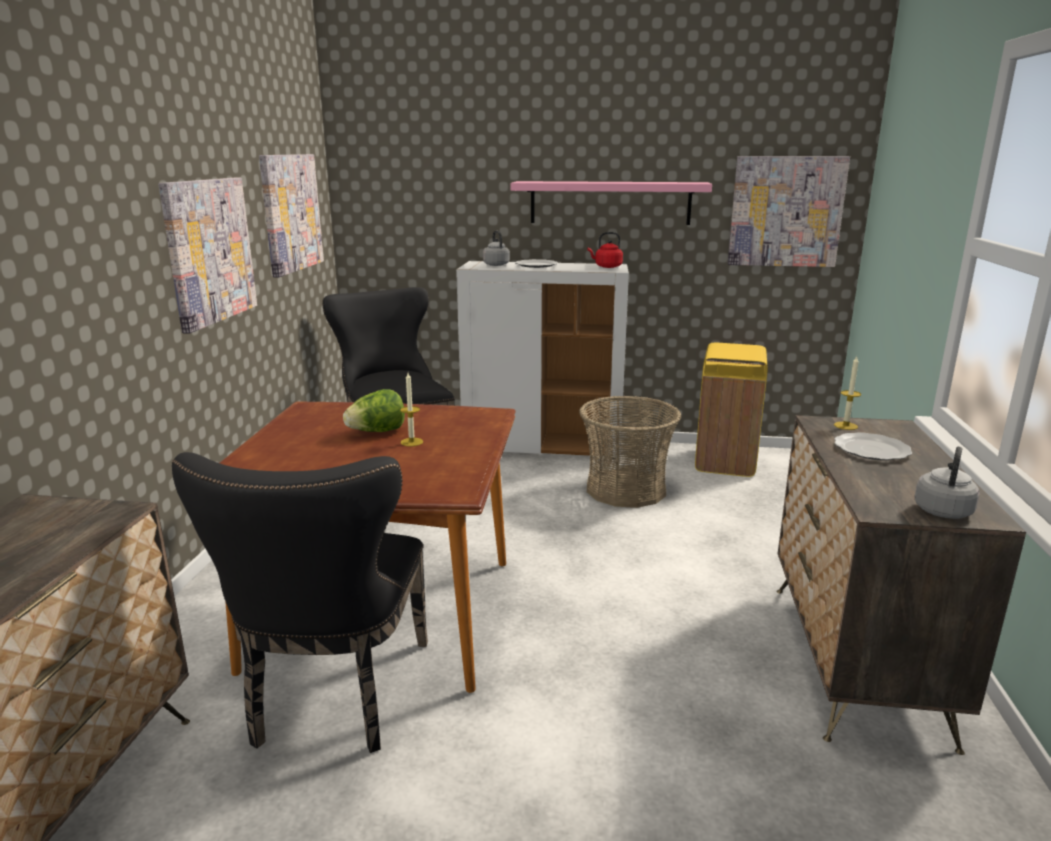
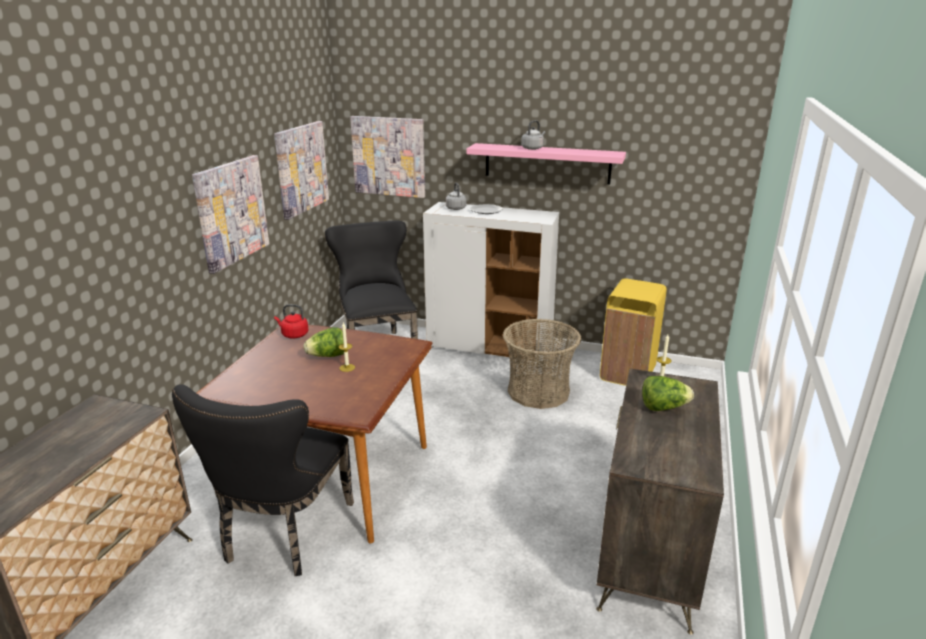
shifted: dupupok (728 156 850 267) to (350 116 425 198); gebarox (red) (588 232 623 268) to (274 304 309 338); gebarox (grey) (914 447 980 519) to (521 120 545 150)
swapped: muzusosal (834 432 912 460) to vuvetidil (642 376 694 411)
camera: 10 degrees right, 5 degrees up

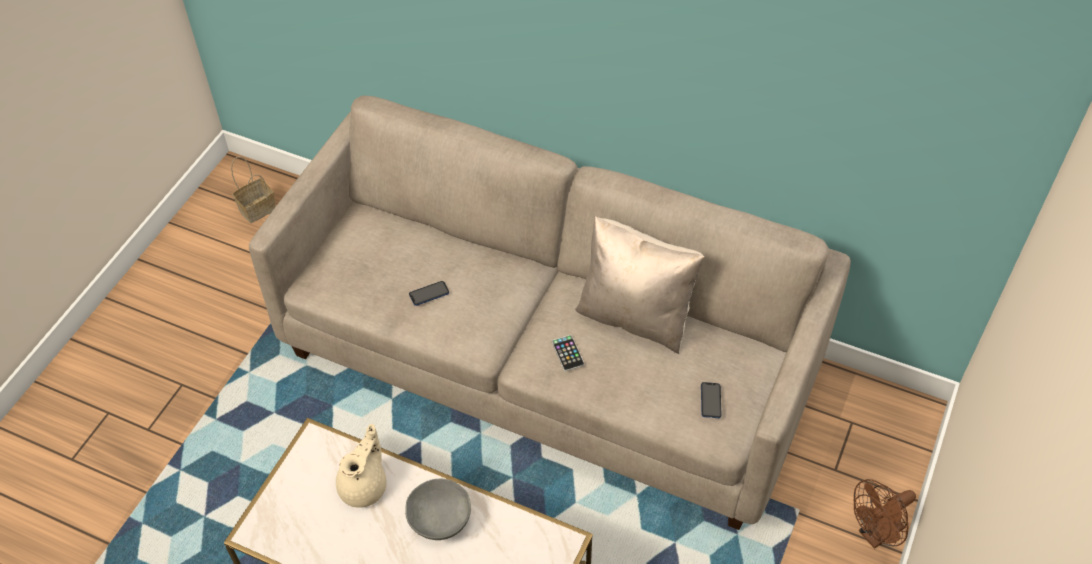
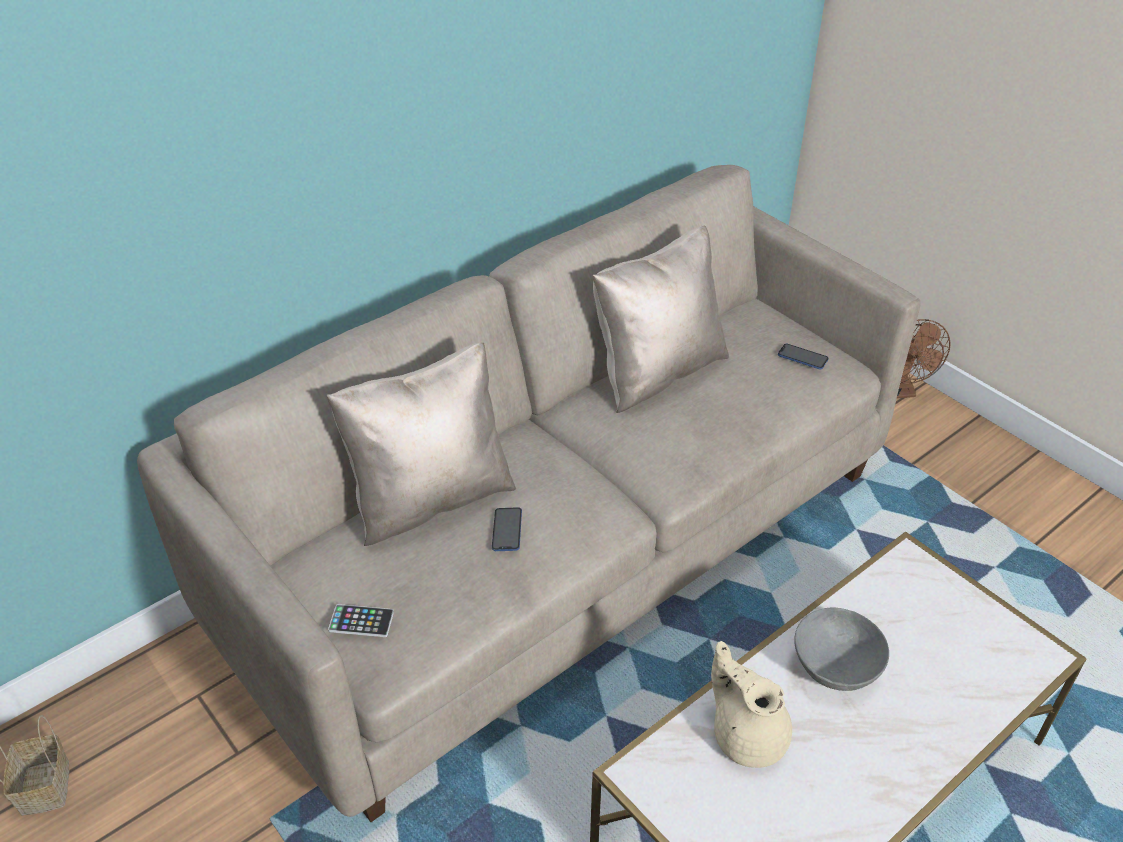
new: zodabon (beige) (327 342 516 546)
shifted: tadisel (552 335 585 372) to (328 604 394 637)
camera: 65 degrees left, 10 degrees down

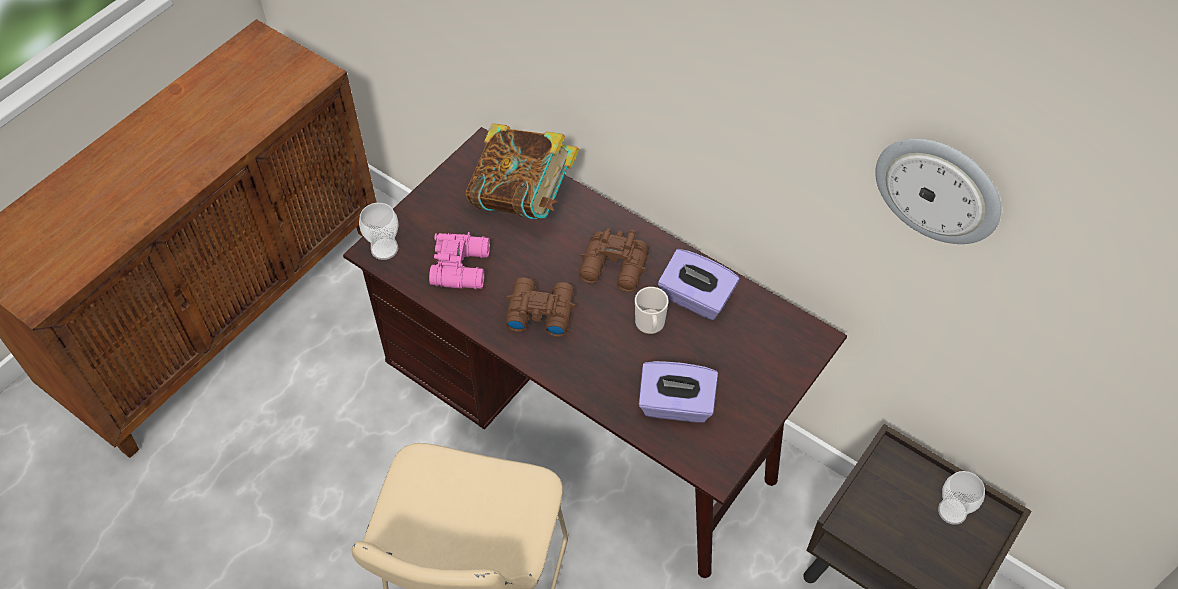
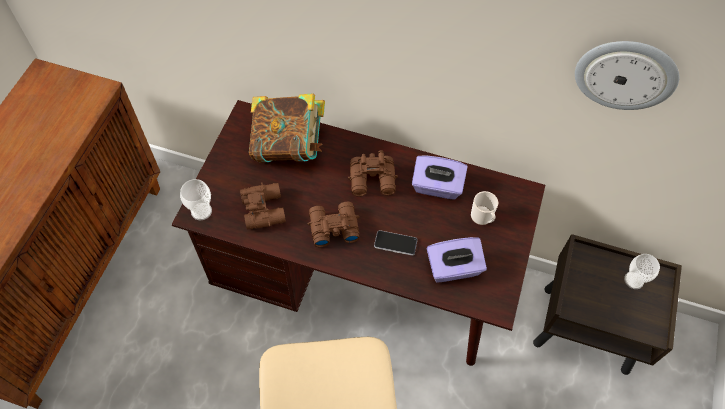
new: tadisel (374 230 417 255)
shifted: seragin (635 287 668 334) to (471 191 498 225)
repainted: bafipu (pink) (429 232 490 289) to bafipu (brown) (240 182 286 229)
camera: 20 degrees left, 5 degrees up

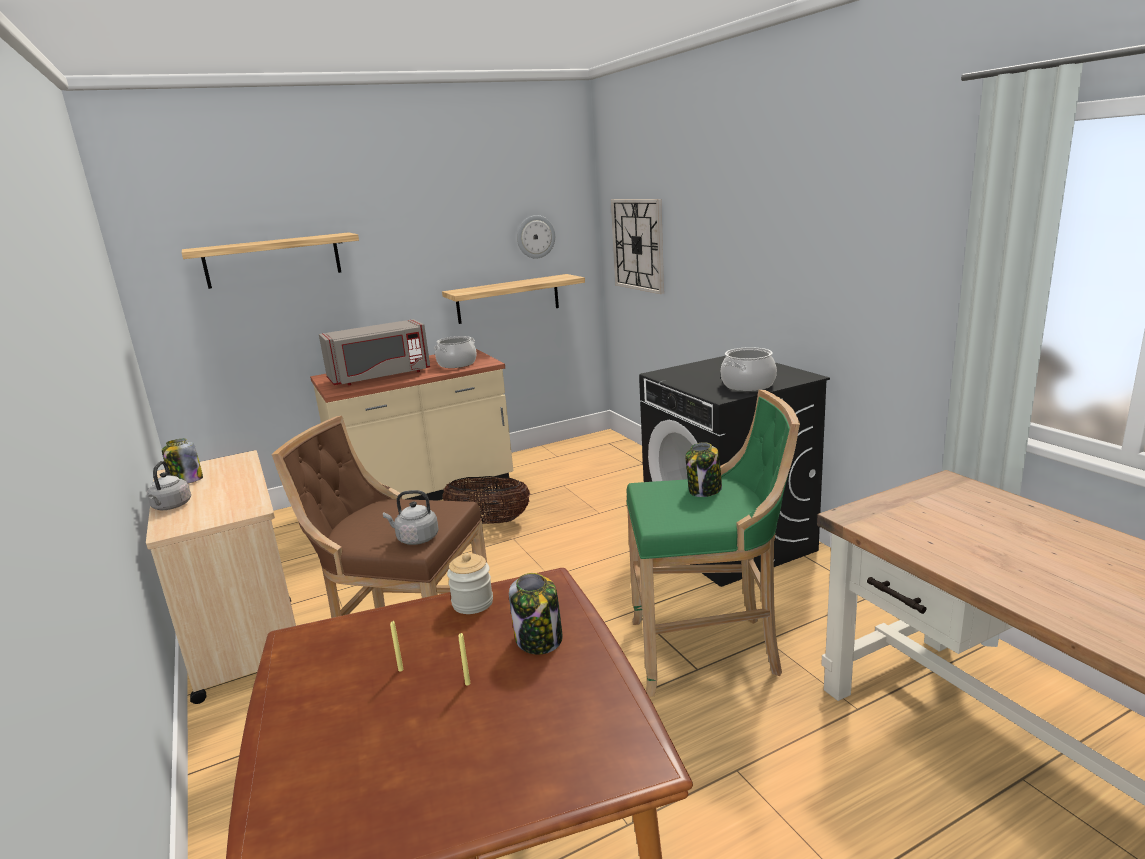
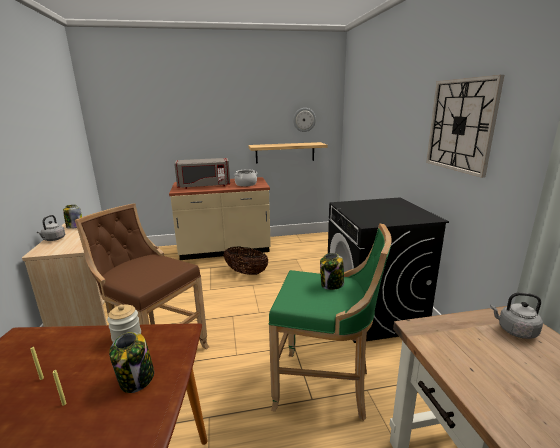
gone: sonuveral (182 232 359 289); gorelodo (721 347 777 391)
shifted: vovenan (611 199 664 294) to (426 75 504 178); gebarox (grey) (383 490 438 545) to (490 292 543 339)
camera: 15 degrees right, 0 degrees up

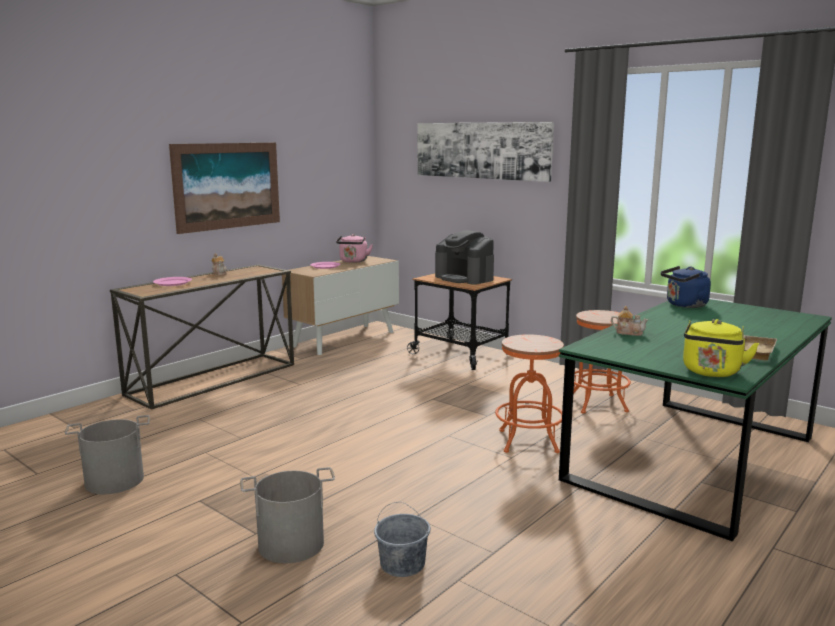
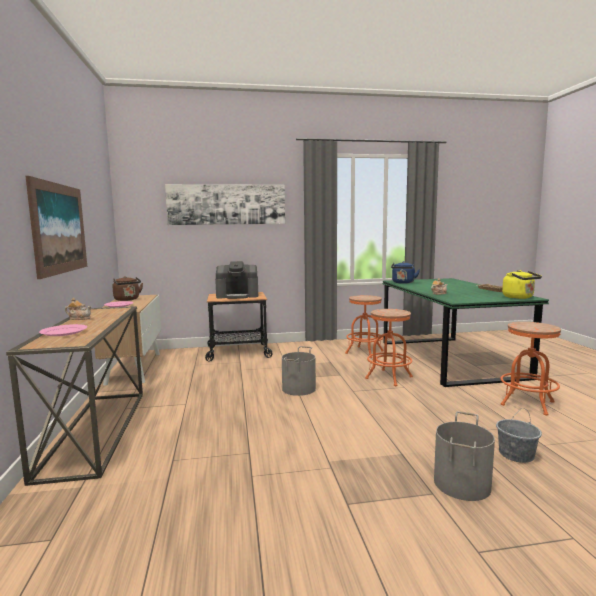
new: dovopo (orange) (500 322 561 416)
shifted: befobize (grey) (65 415 150 495) to (282 346 316 396)
repainted: gebarox (pink) (336 234 373 263) to gebarox (brown) (112 276 143 301)
camera: 50 degrees left, 5 degrees down

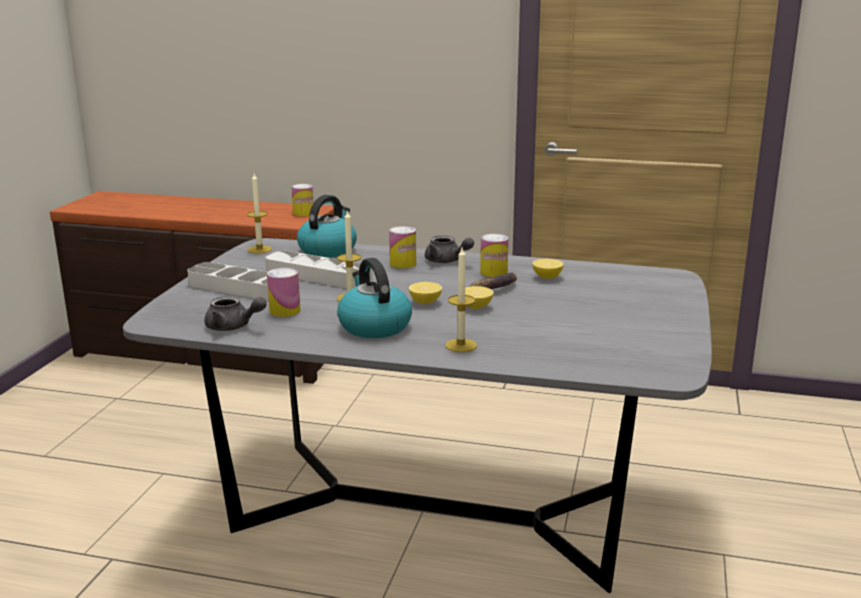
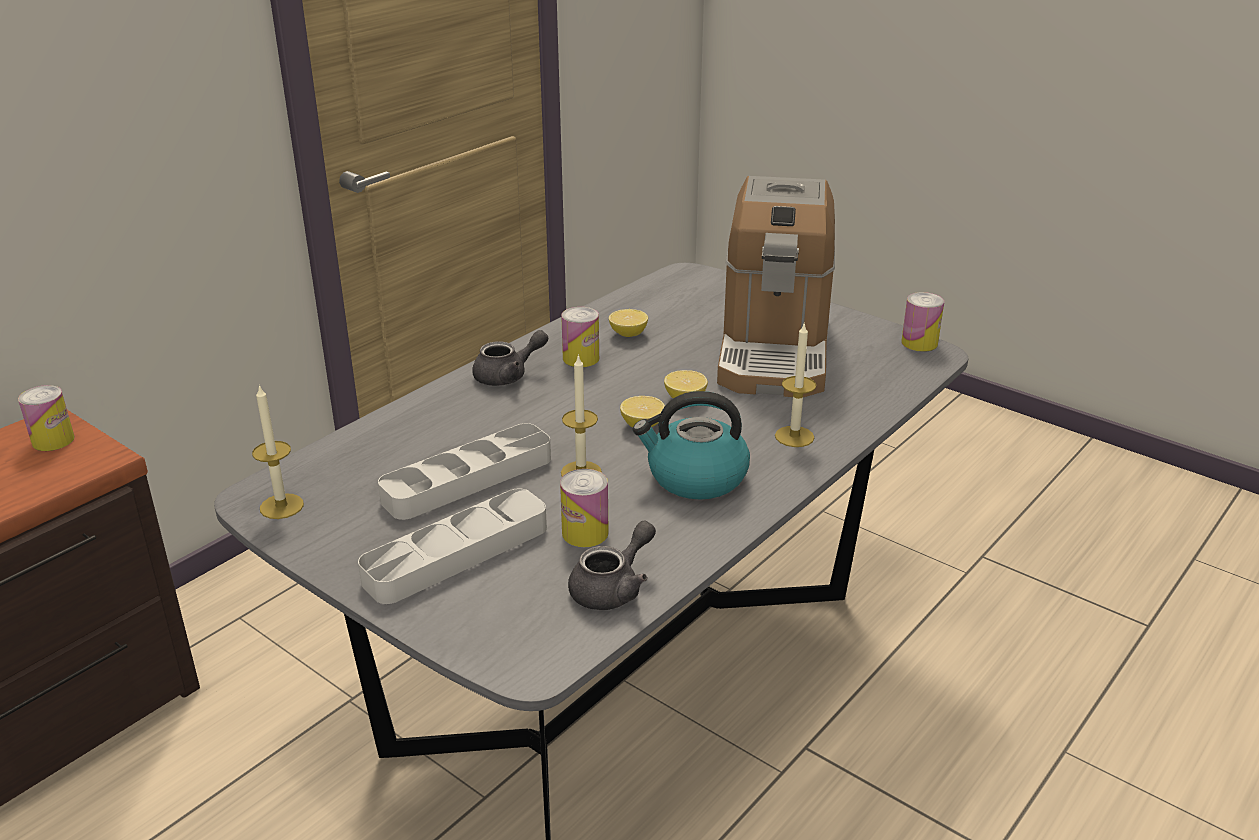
gone: gebarox (297 195 357 258); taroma (468 273 517 289)
new: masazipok (717 176 835 397)
shifted: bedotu (389 226 416 268) to (901 292 944 352)
camera: 65 degrees left, 10 degrees up

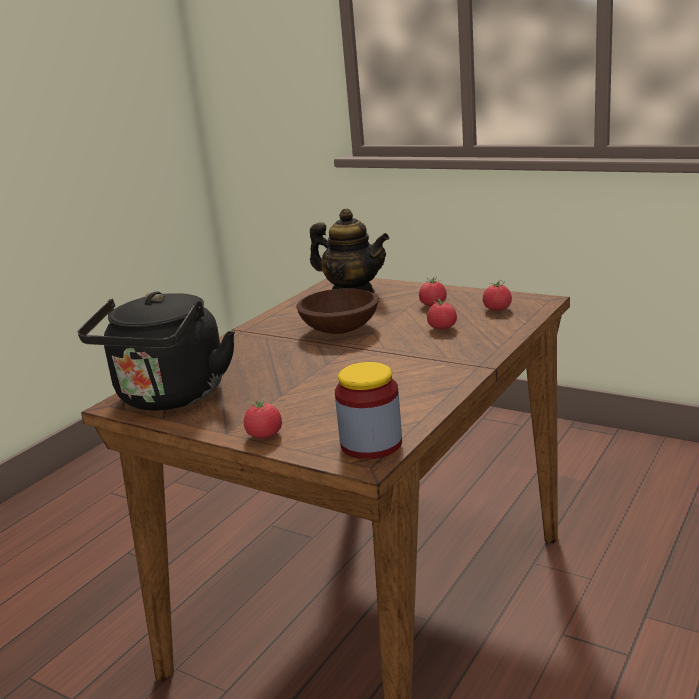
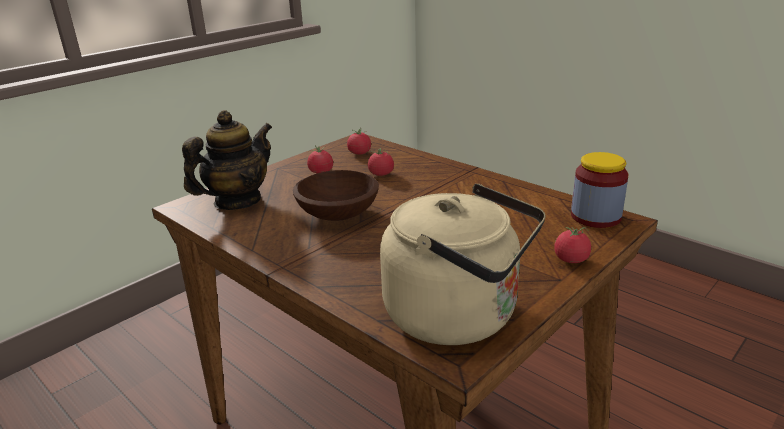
repainted: gebarox (black) (78 291 235 410) to gebarox (beige) (380 184 546 345)
camera: 80 degrees left, 5 degrees up

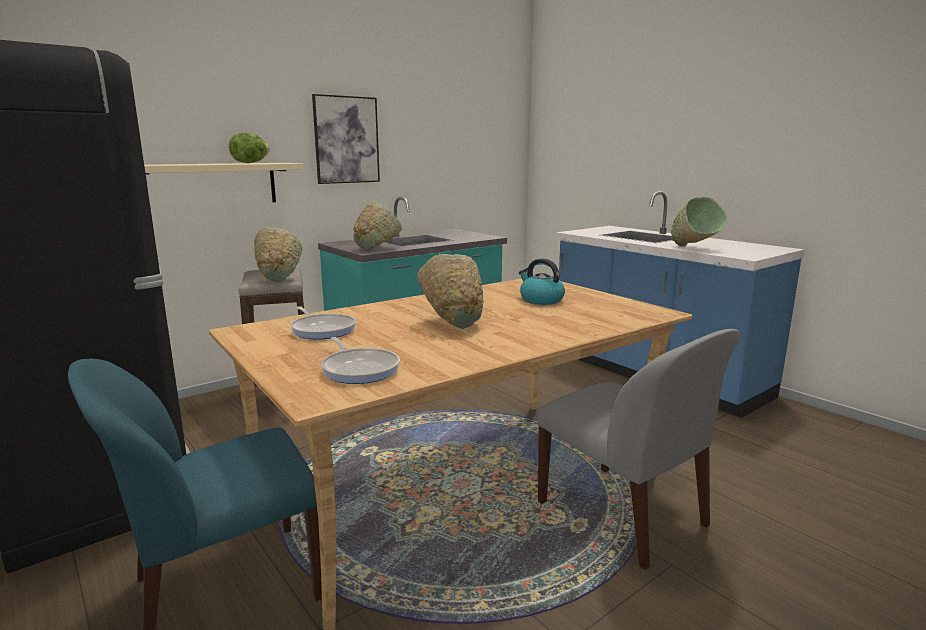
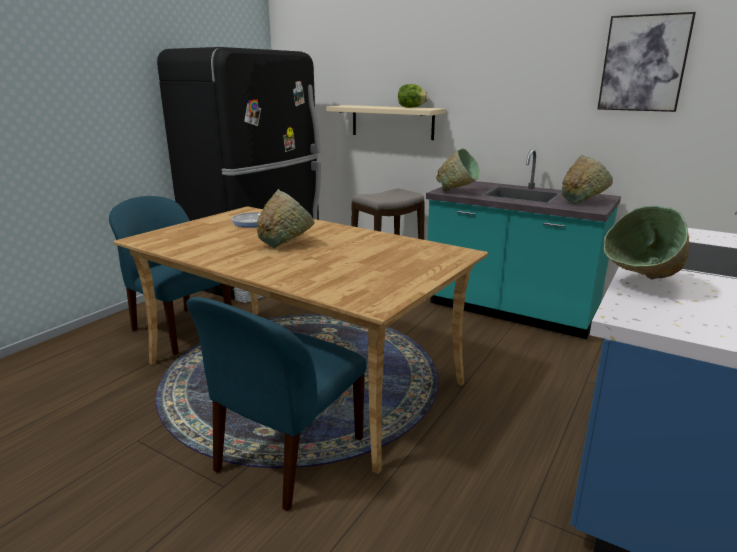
gone: gebarox (519 258 565 305); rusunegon (321 337 400 384)
shifted: dupupok (312 94 380 184) to (598 12 696 112); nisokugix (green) (254 228 303 282) to (562 155 613 204)
repainted: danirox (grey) (537 329 741 570) to danirox (blue) (187 297 367 511)
camera: 70 degrees right, 5 degrees up

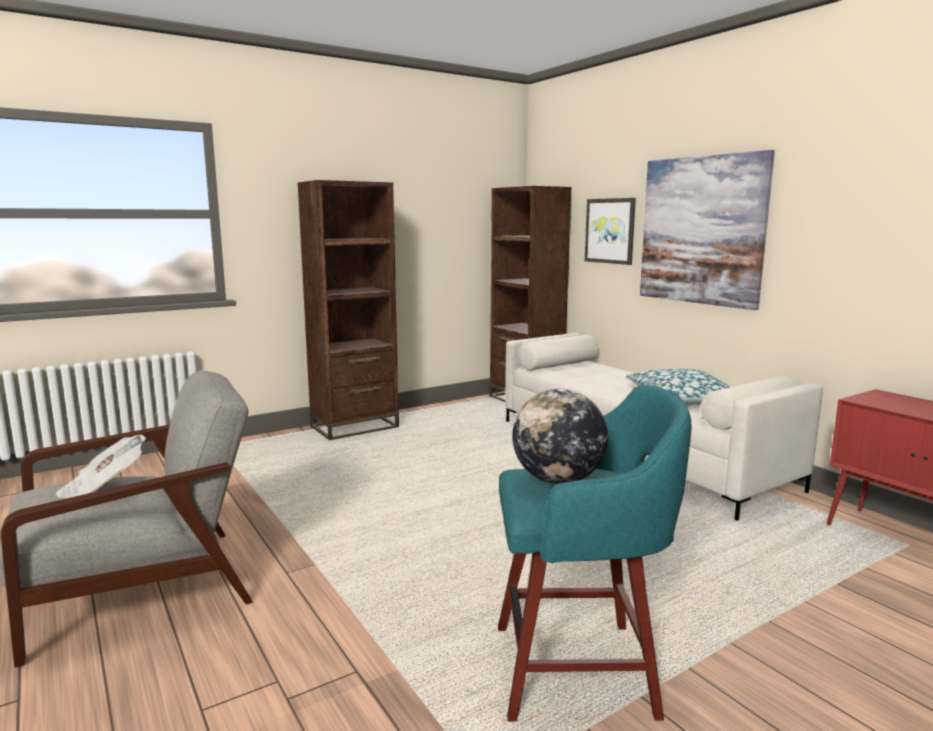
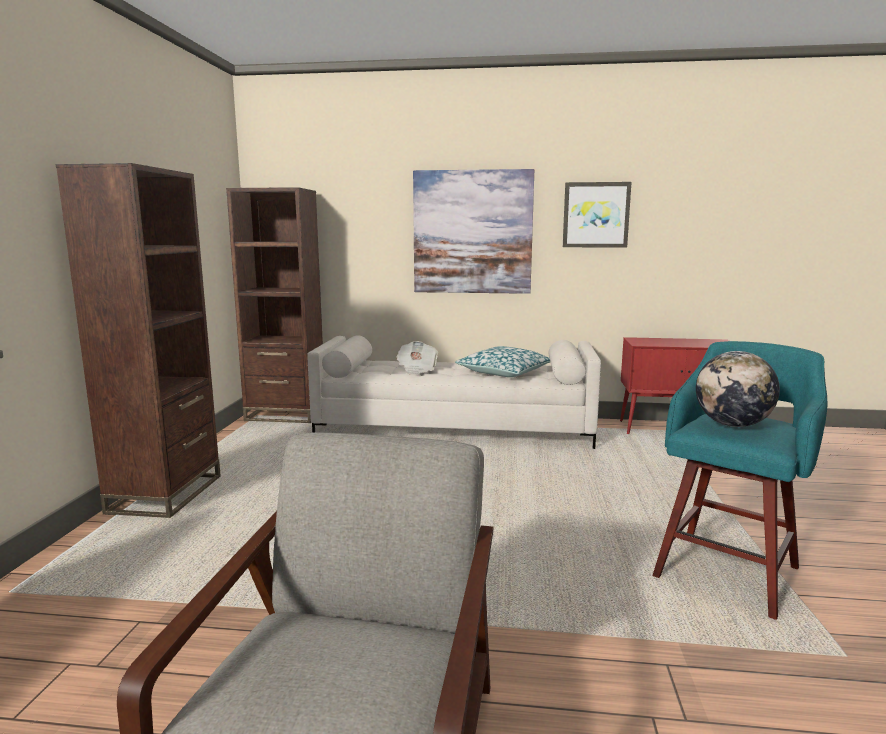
shifted: dupupok (585 198 636 265) to (563 182 632 248); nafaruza (56 435 146 498) to (396 341 438 375)
camera: 50 degrees left, 0 degrees up

